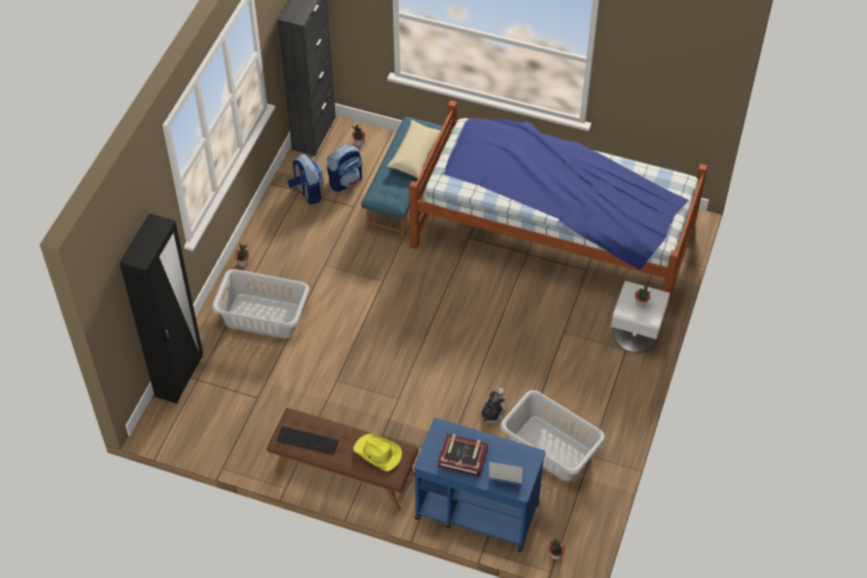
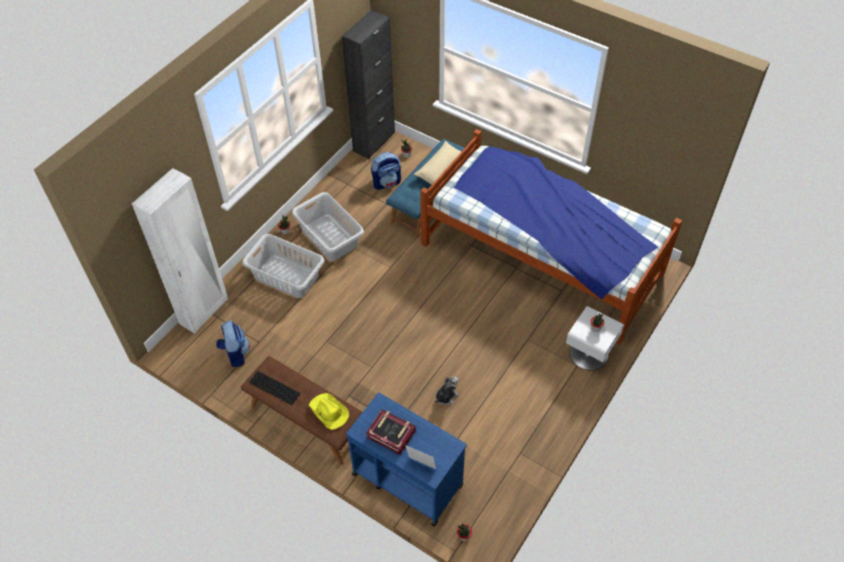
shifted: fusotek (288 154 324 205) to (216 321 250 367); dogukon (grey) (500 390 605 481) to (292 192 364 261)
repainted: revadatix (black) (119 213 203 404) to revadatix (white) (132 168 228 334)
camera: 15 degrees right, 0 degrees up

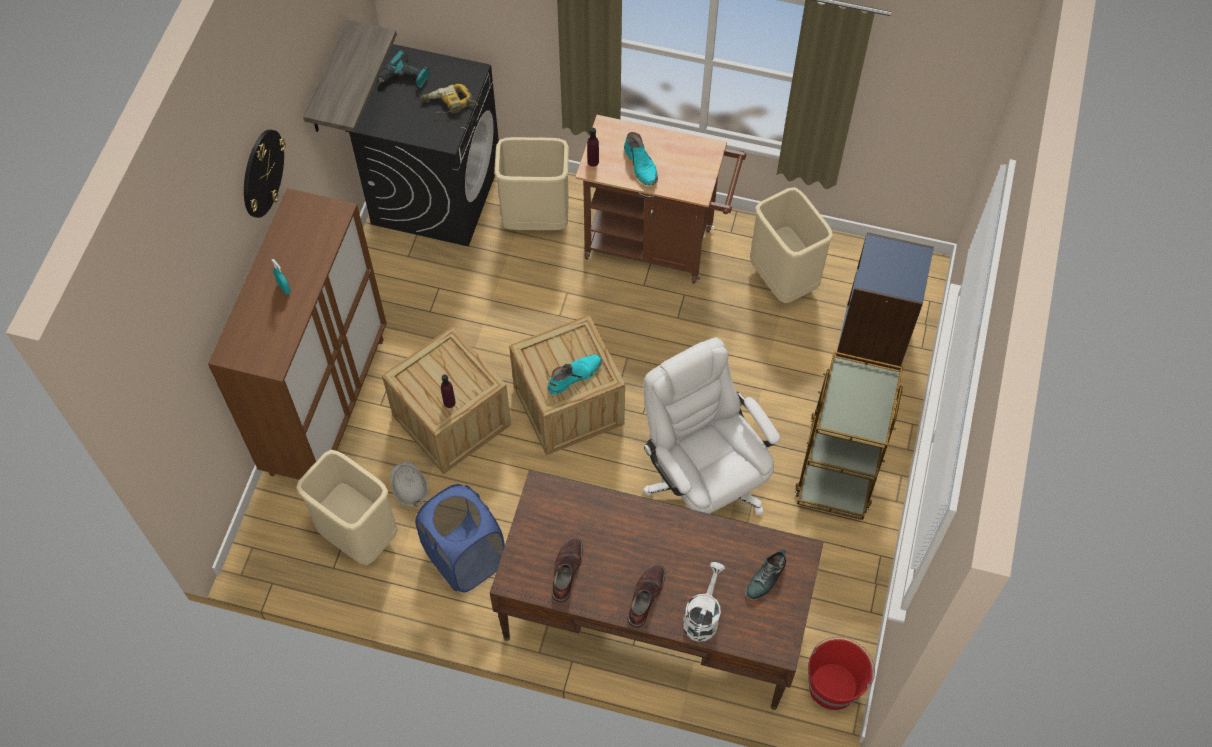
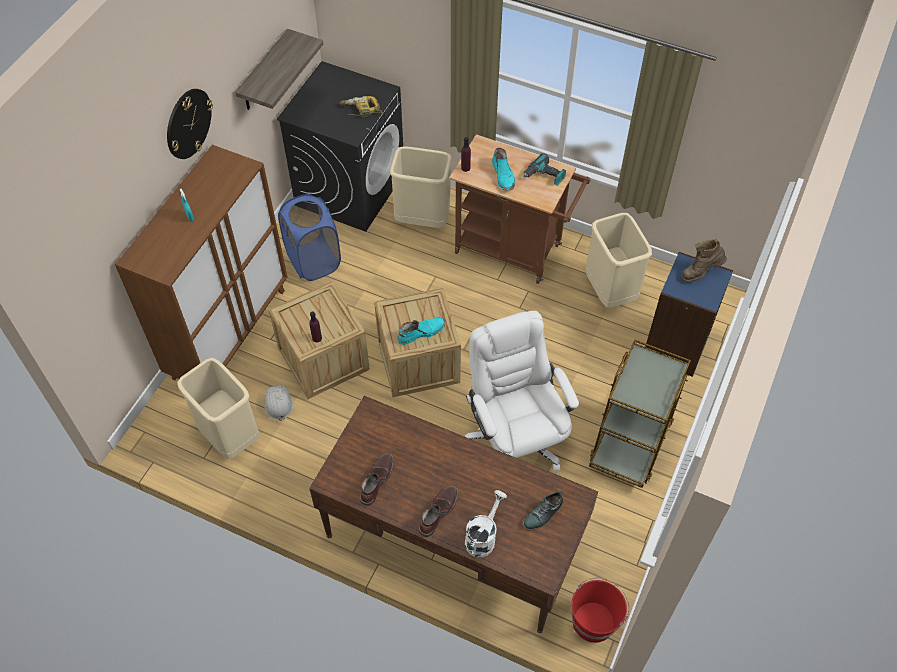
new: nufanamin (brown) (681 239 727 282)
shifted: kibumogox (378 50 429 88) to (523 153 566 186); dogukon (blue) (415 484 505 592) to (278 194 341 281)
camera: 10 degrees right, 5 degrees down

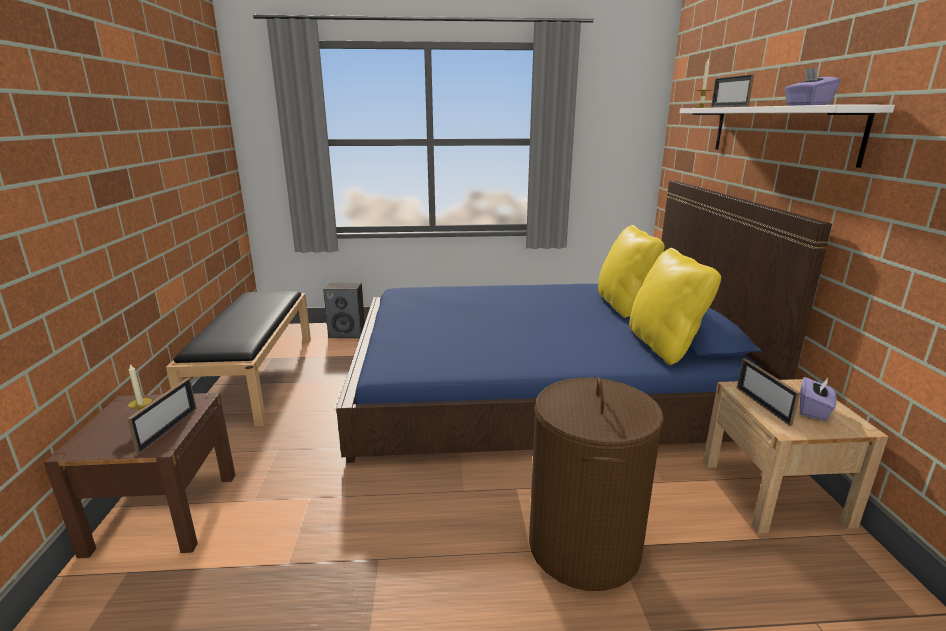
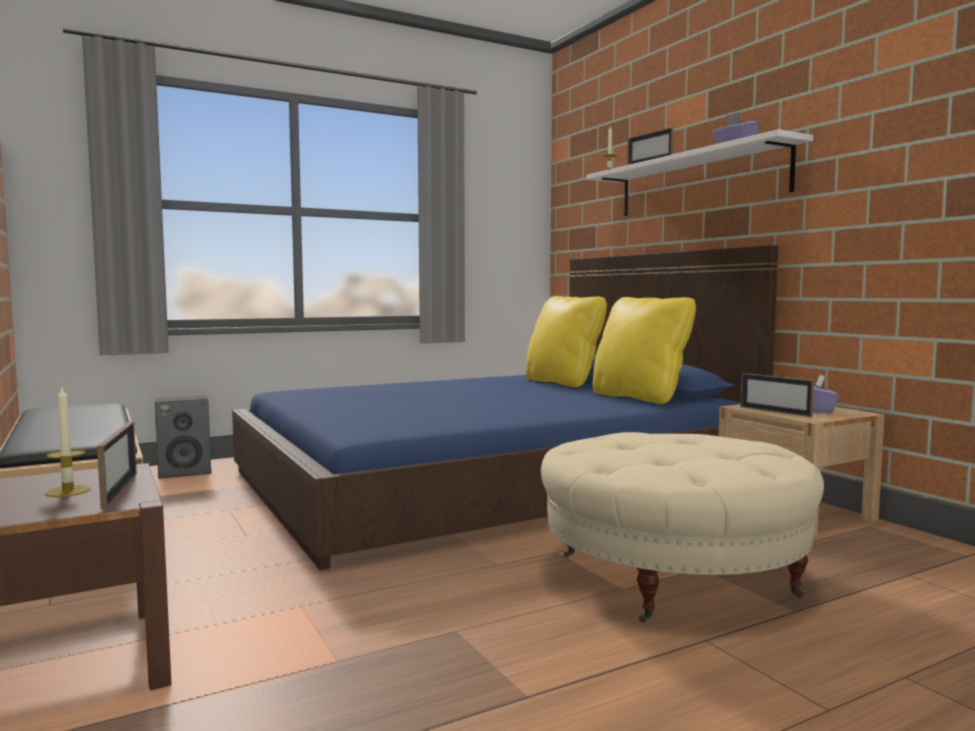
swapped: dogukon (brown) (529 377 664 591) to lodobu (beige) (541 432 824 623)
camera: 25 degrees left, 15 degrees down

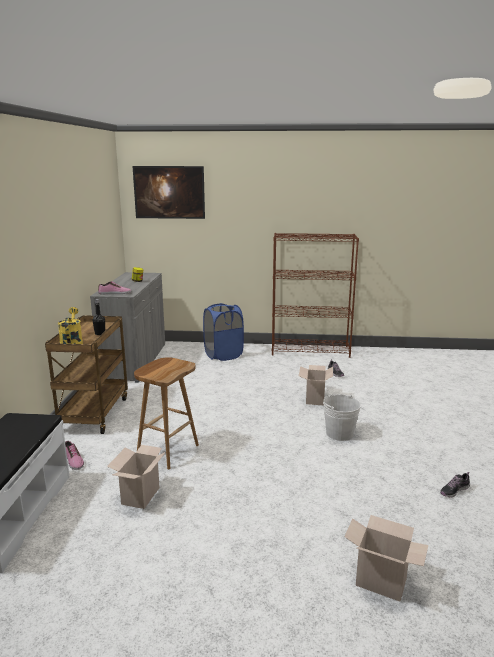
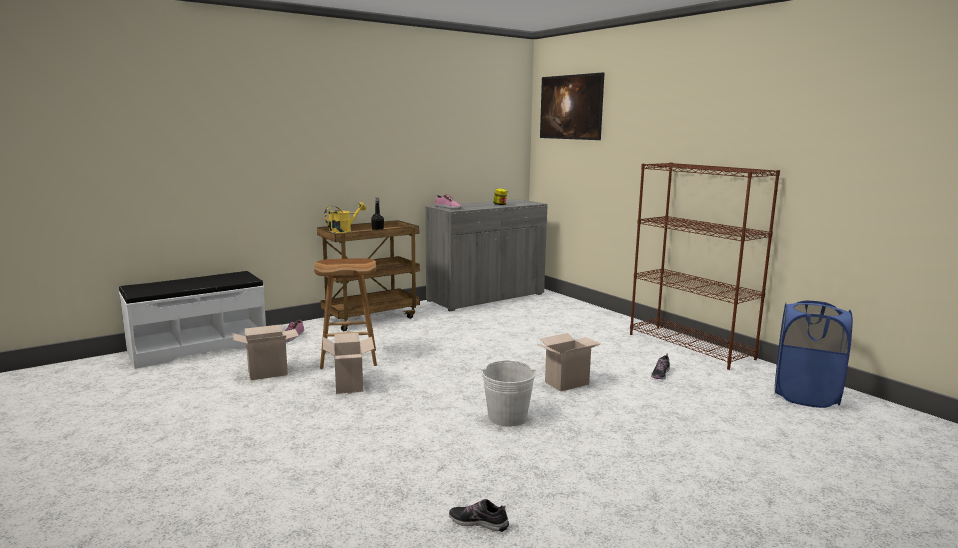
shifted: dogukon (blue) (203 303 244 361) to (775 300 853 408); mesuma (344 515 428 602) to (323 333 374 394)
camera: 50 degrees right, 5 degrees down

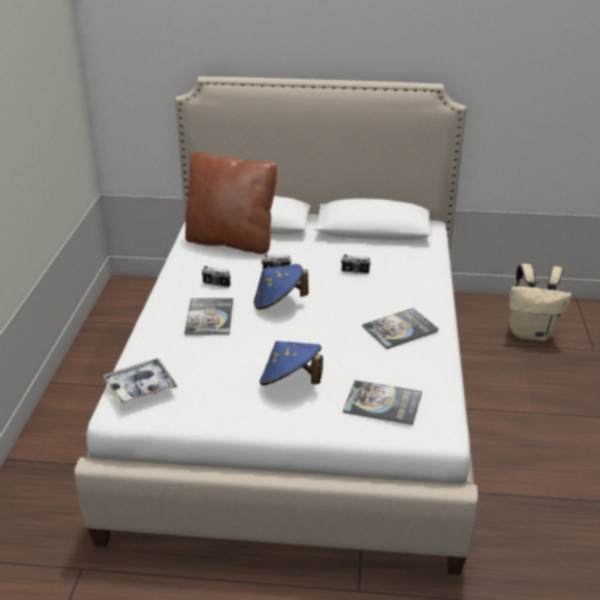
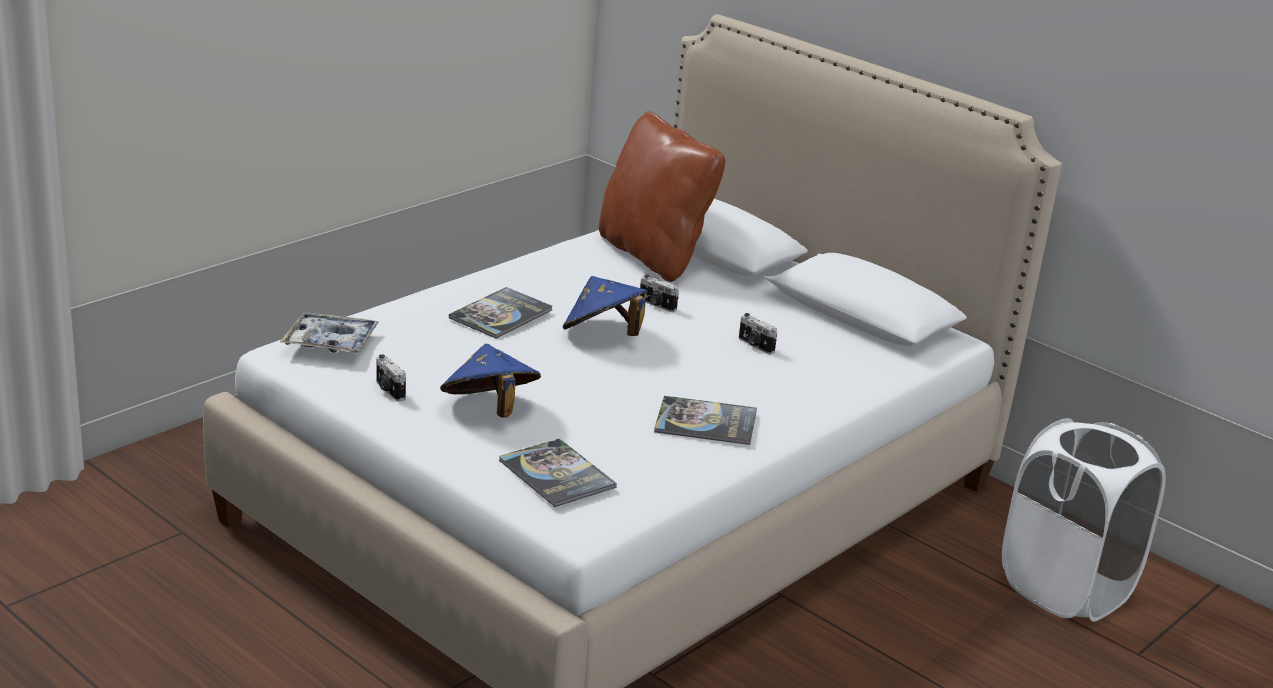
shifted: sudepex (202 266 231 288) to (376 354 406 402)
swapped: fusotek (beige) (509 264 572 341) to dogukon (white) (1002 418 1166 622)
camera: 35 degrees right, 5 degrees down

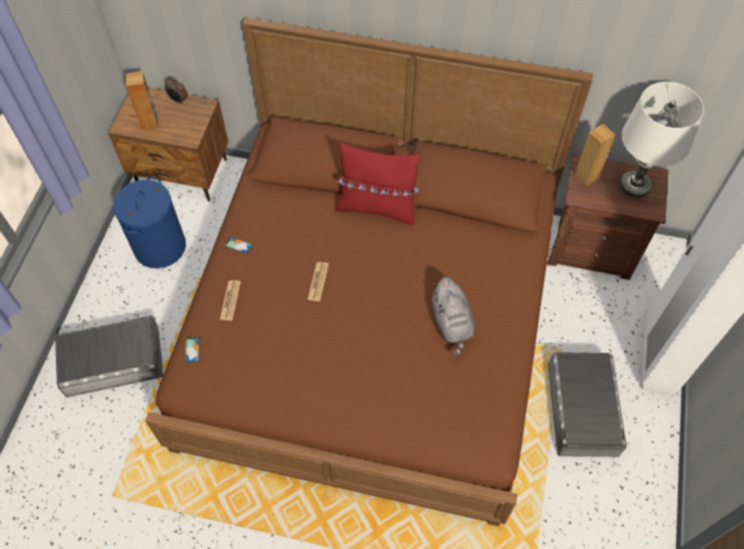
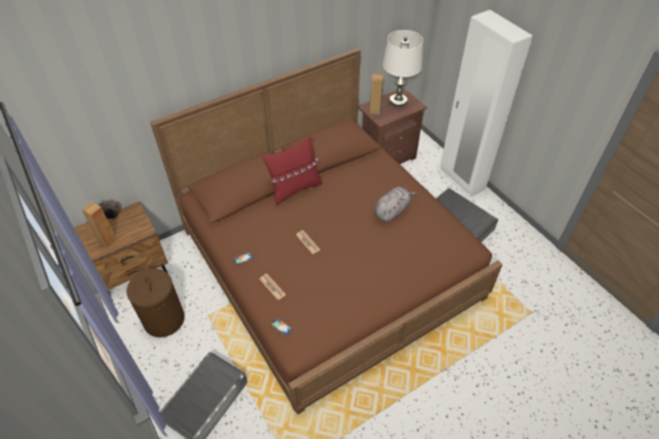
repainted: dogukon (blue) (113 177 186 268) to dogukon (brown) (126 268 185 337)
rotated: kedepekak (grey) (431 277 475 357) = (374 187 417 222) 75 degrees counterclockwise
camera: 45 degrees left, 10 degrees down

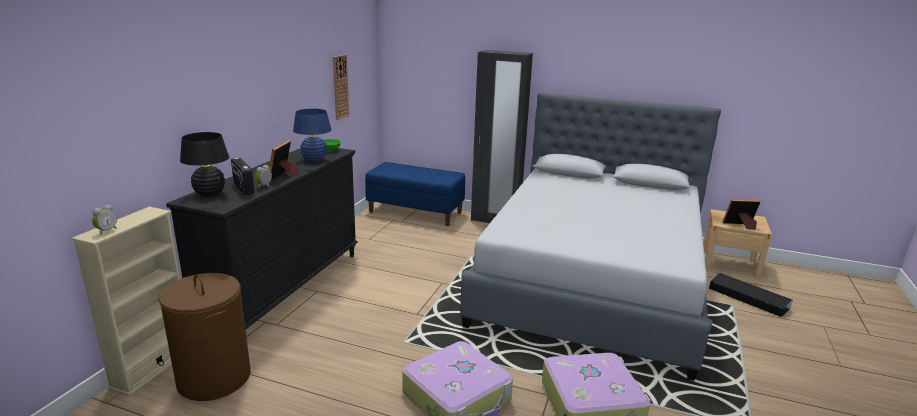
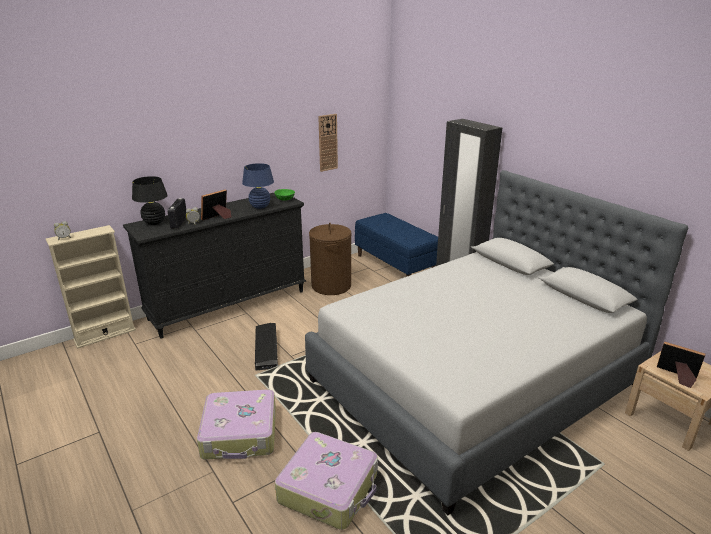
shifted: dogukon (brown) (158 273 251 401) to (309 223 351 295); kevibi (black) (709 273 793 317) to (255 323 278 370)
camera: 35 degrees right, 5 degrees up

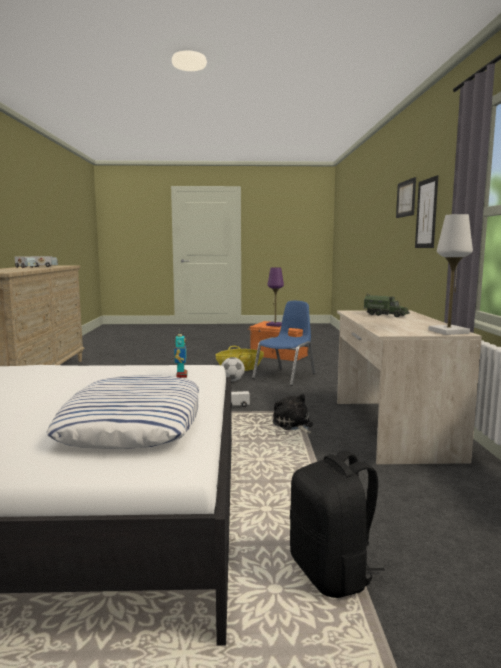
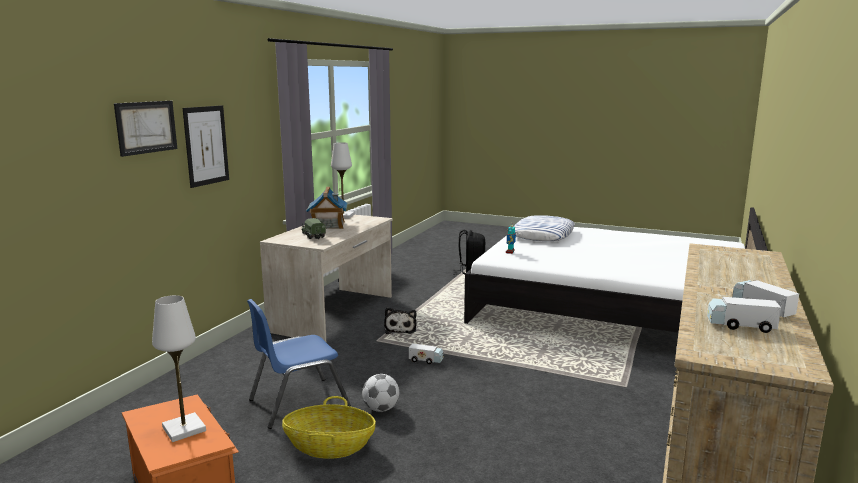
new: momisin (306 187 348 229)
repainted: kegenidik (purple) (266 267 284 327) to kegenidik (white) (152 295 206 442)
camera: 155 degrees left, 5 degrees up

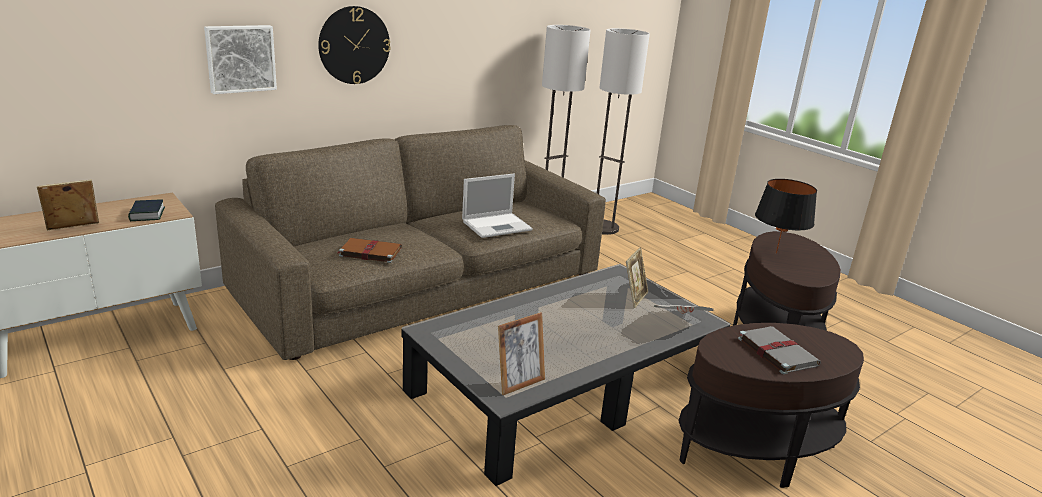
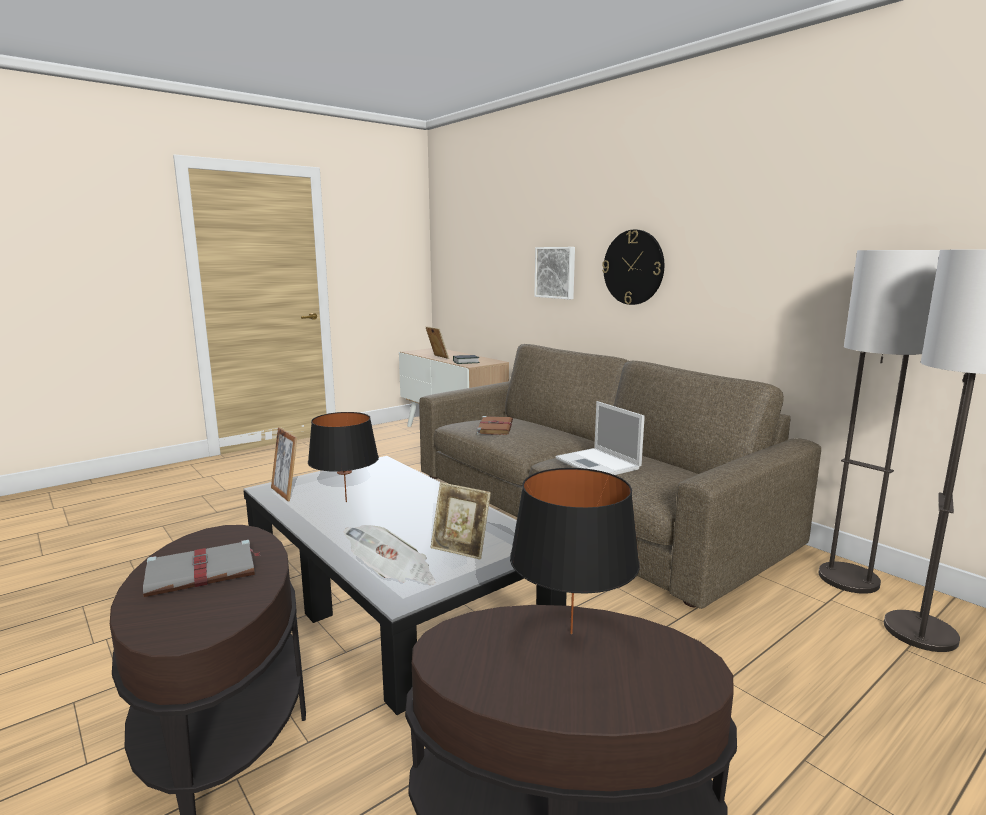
new: kegenidik (black) (308 412 379 502)
camera: 90 degrees right, 10 degrees down

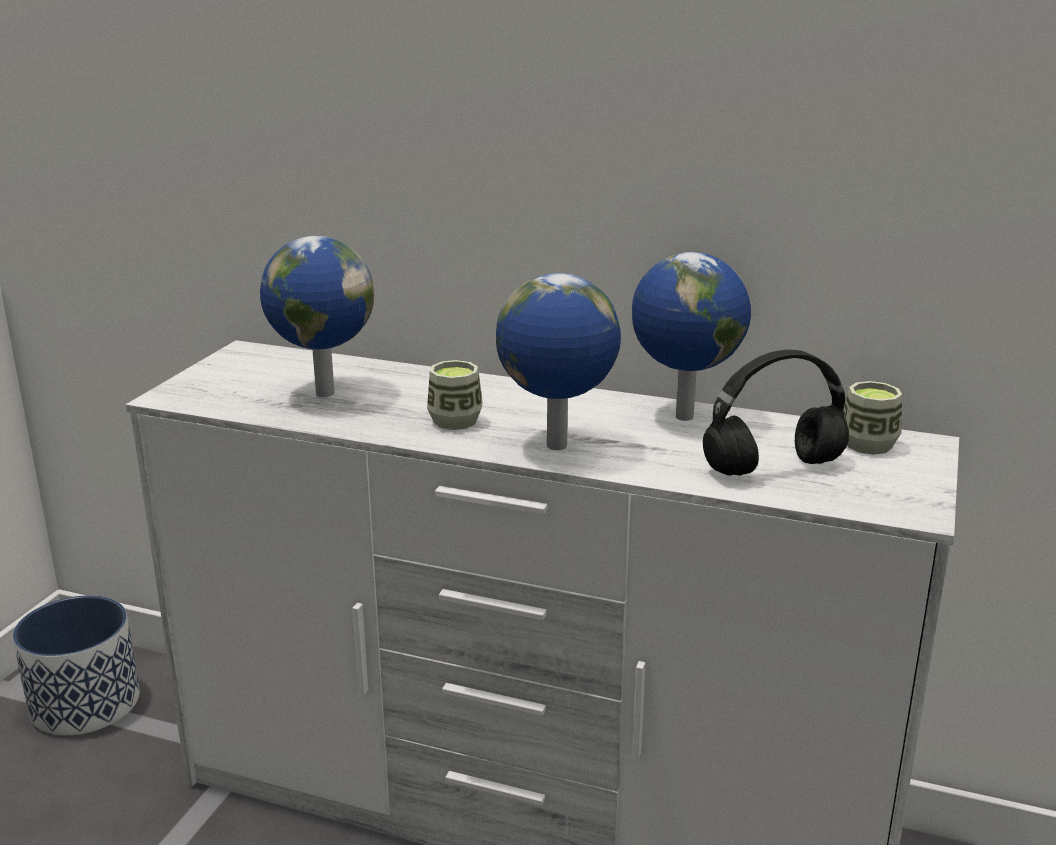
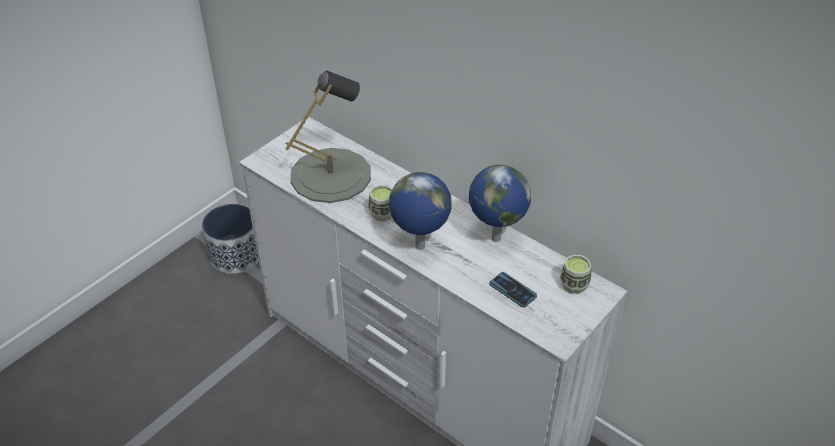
swapped: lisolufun (260 236 374 397) to kegenidik (grey) (285 71 371 203); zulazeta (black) (703 350 849 476) to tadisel (489 272 537 307)
camera: 20 degrees right, 20 degrees up

